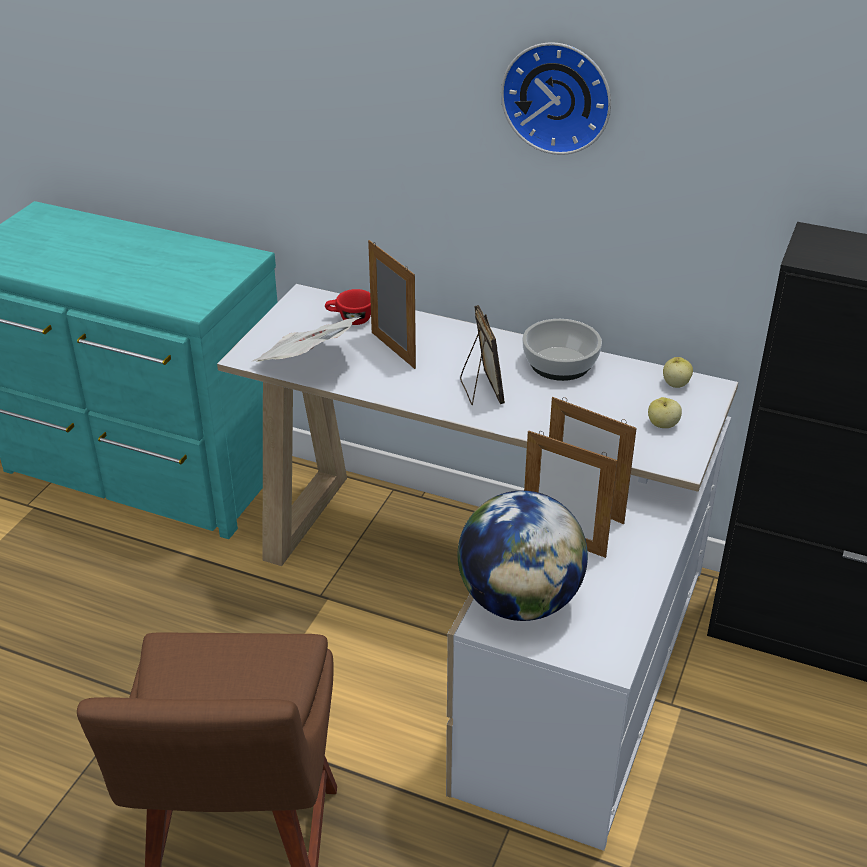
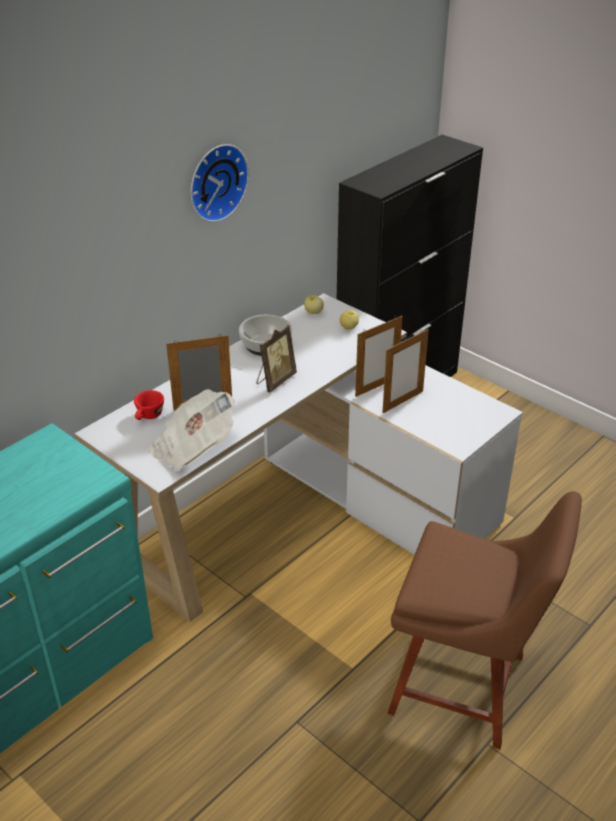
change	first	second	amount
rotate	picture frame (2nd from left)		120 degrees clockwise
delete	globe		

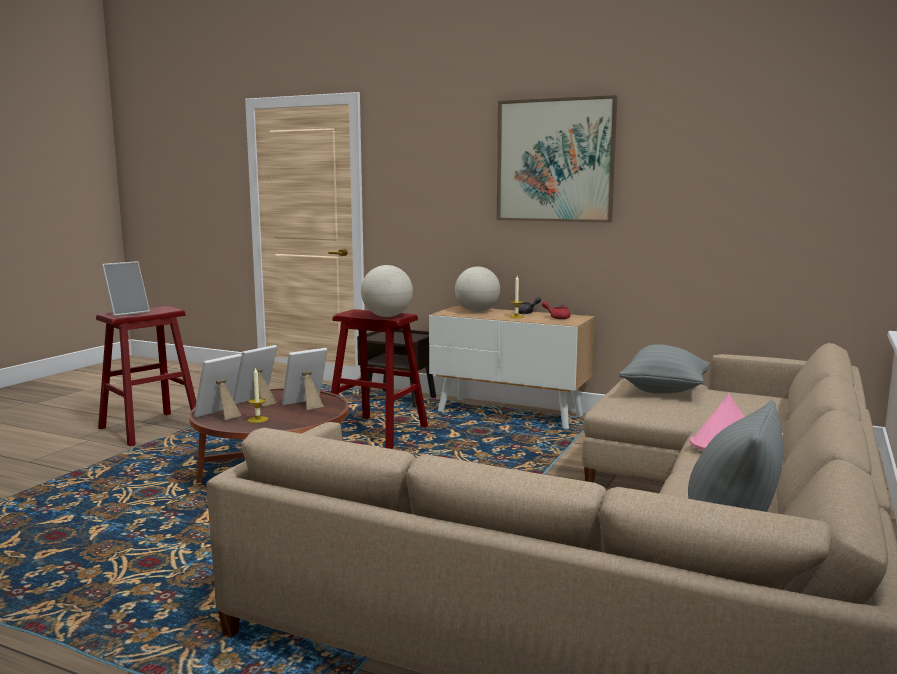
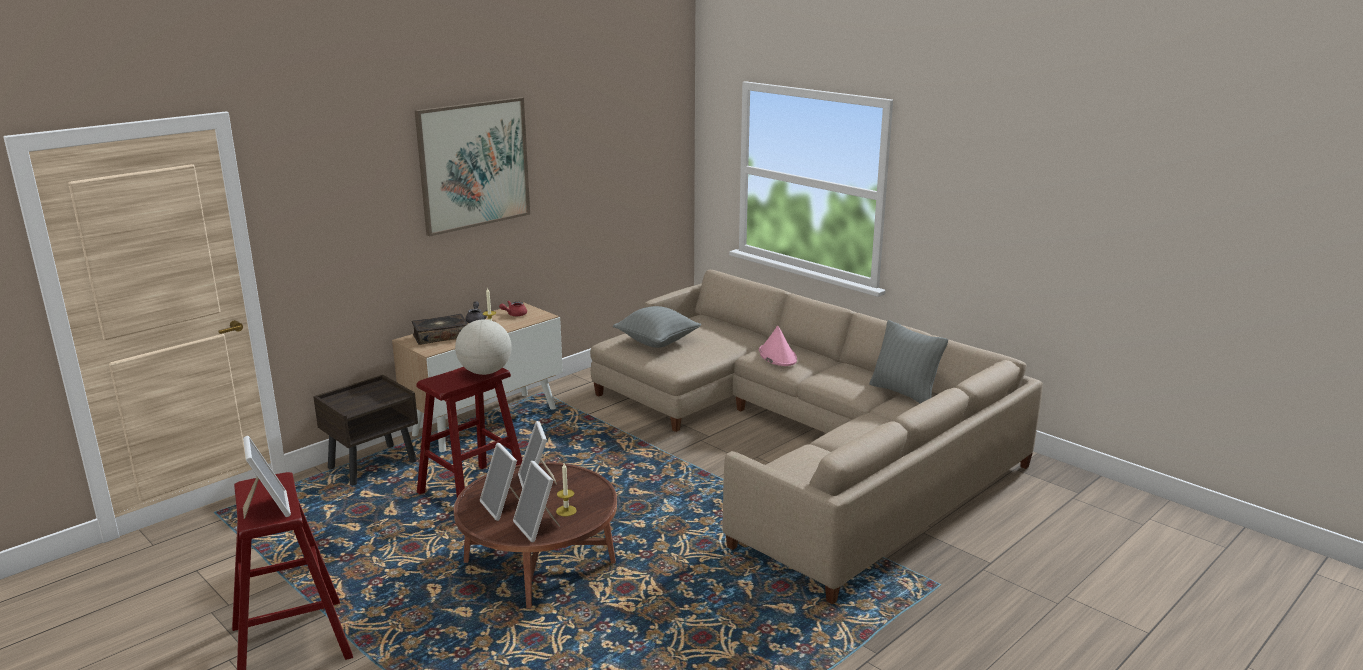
change	first	second	amount
replace	globe (2nd from left)	book	

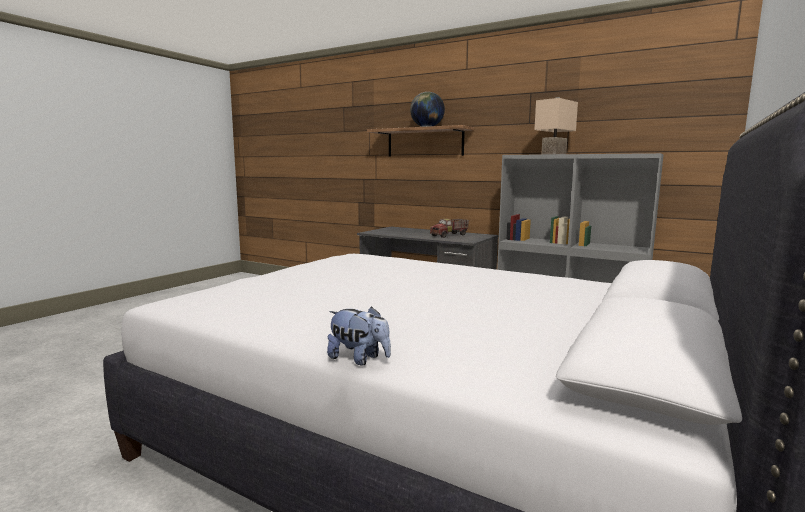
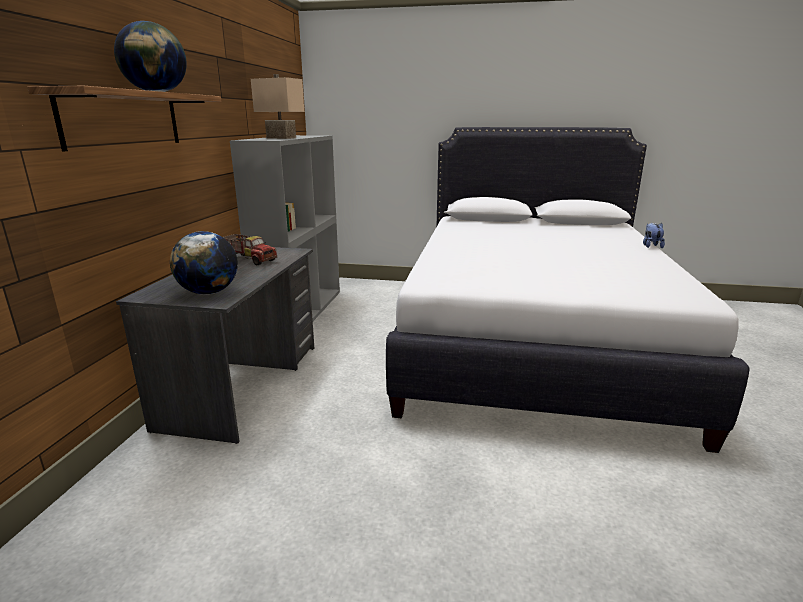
change	first	second	amount
insert		globe (2nd from left)	

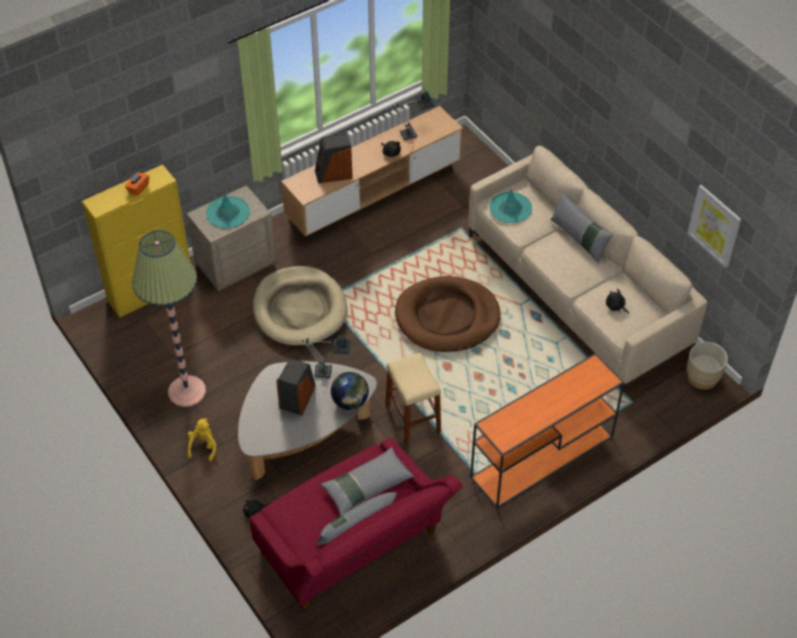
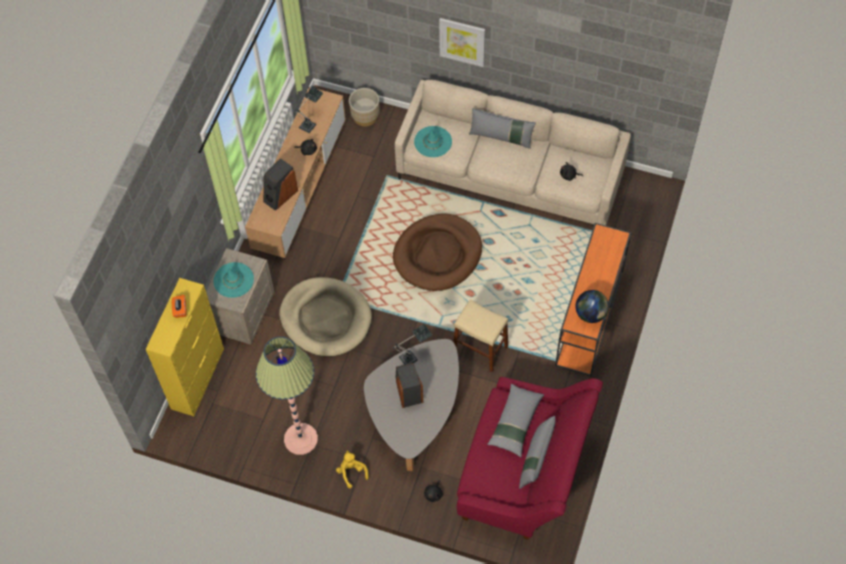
change	first	second	amount
move	picture		
move	beige planter		
move	globe		

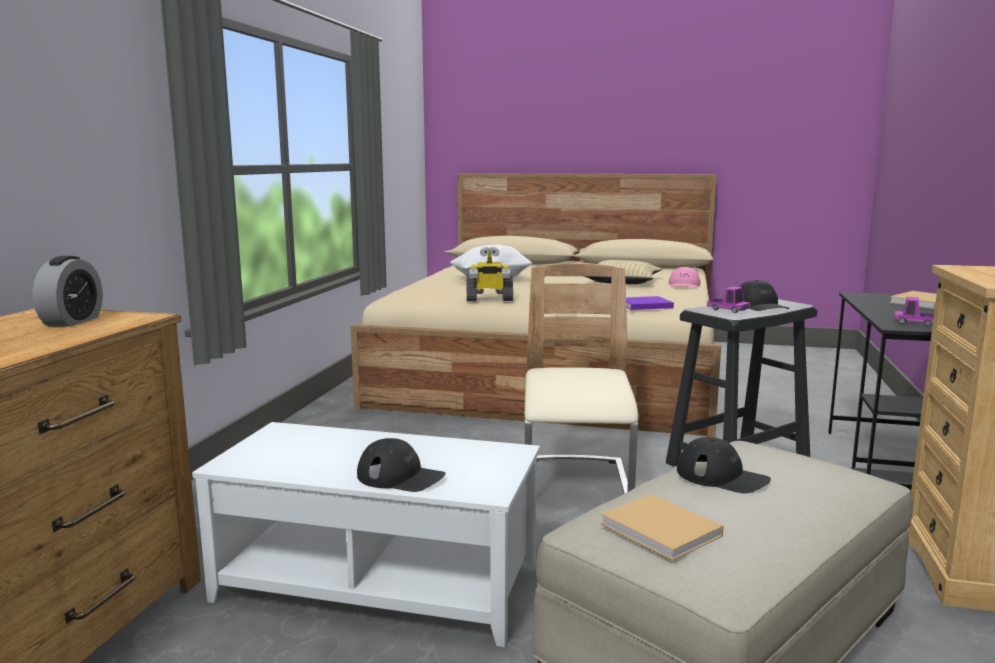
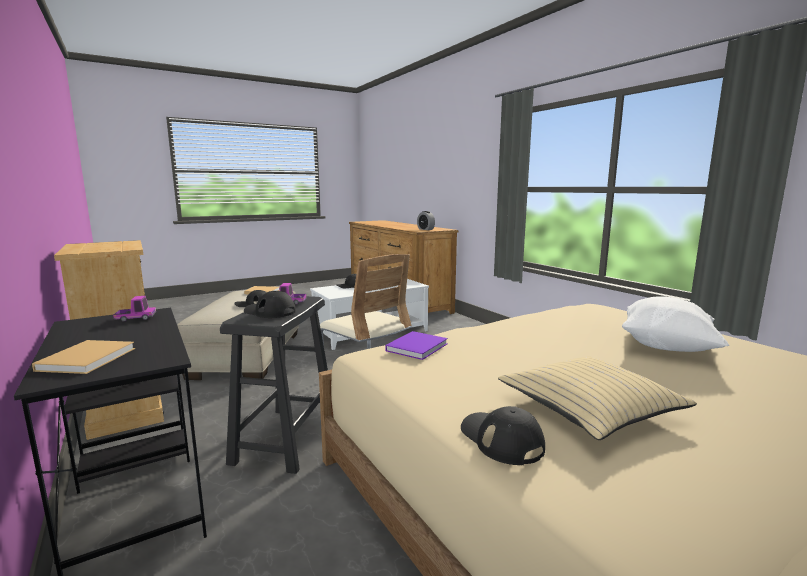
change	first	second	amount
delete	toy robot		
recolor	pink cap	black cap (4th from left)	

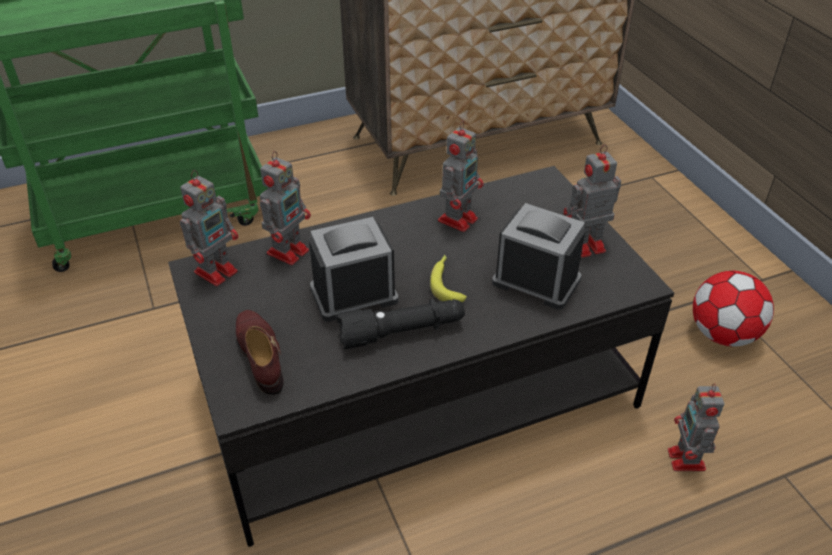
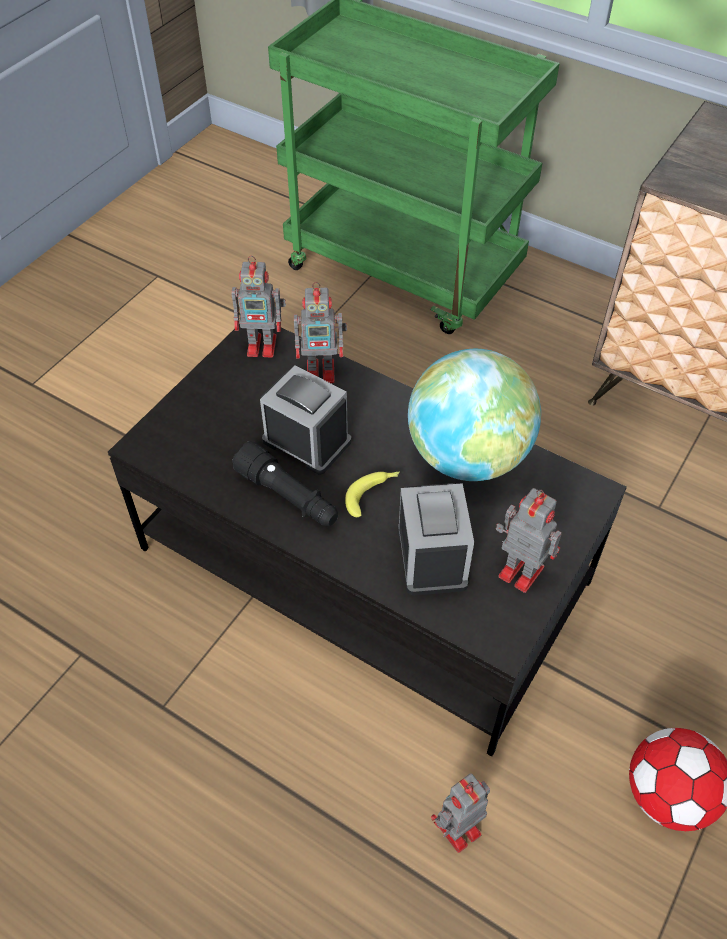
change	first	second	amount
replace	toy robot (3rd from left)	globe	
delete	brown shoe		

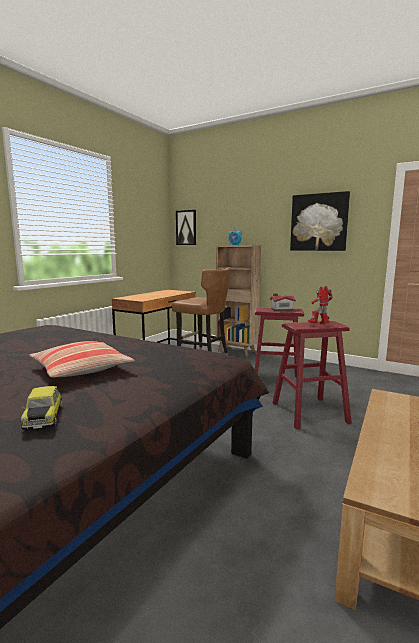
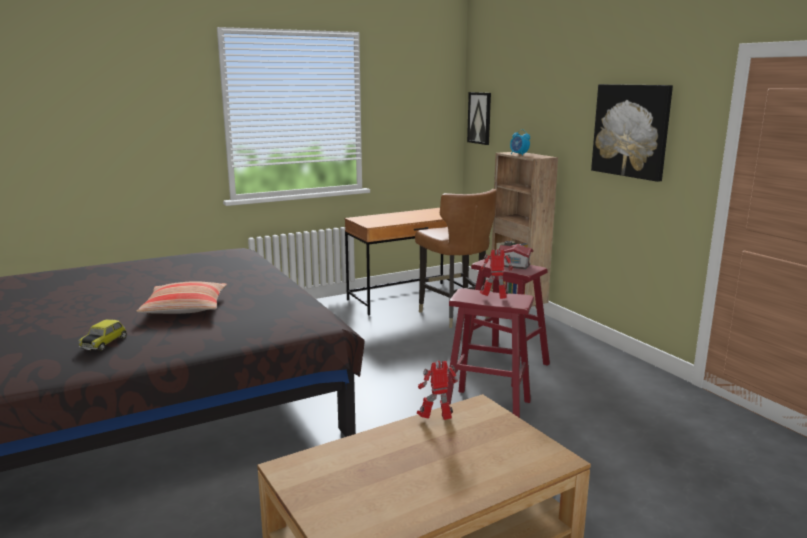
change	first	second	amount
insert		toy robot (1st from left)	

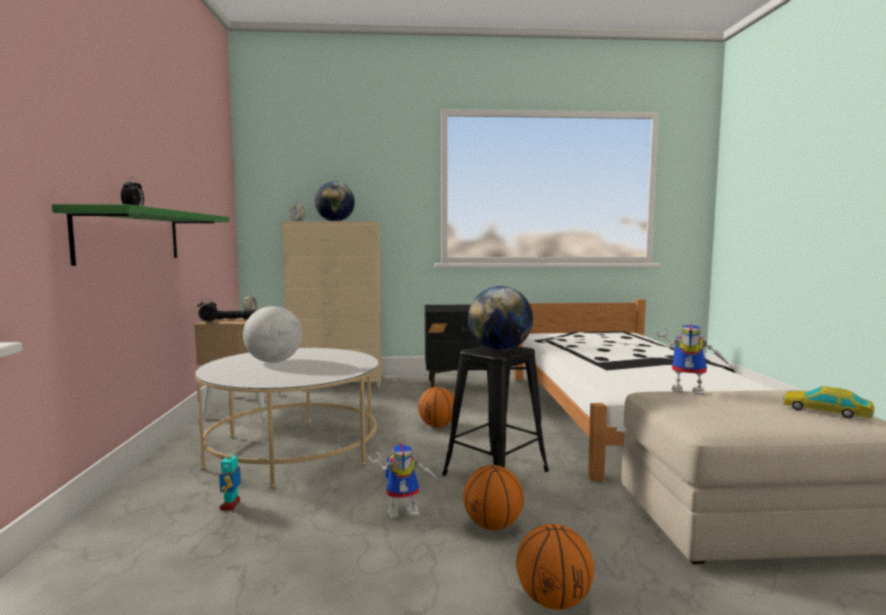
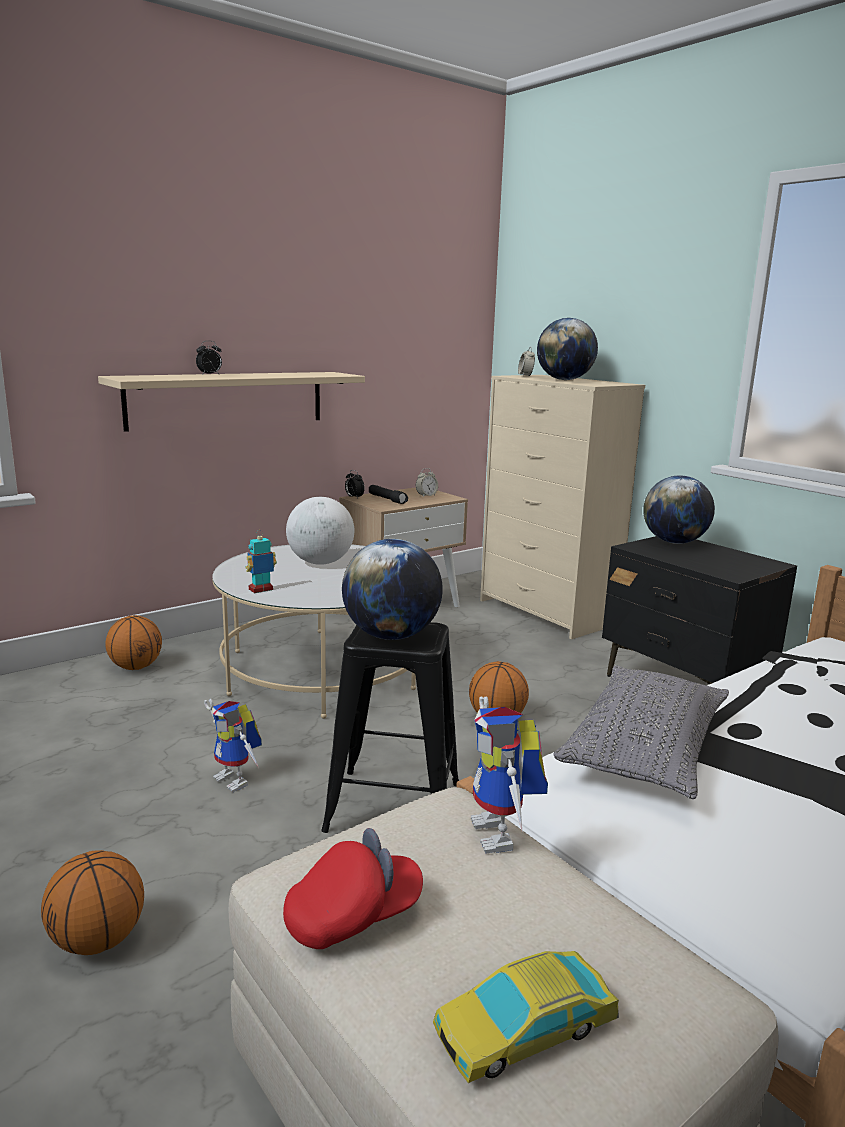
change	first	second	amount
recolor	green shelf	beige shelf	
rotate	toy car		120 degrees counterclockwise
move	toy robot (1st from left in the first image)	toy robot (2nd from left)	
move	basketball (2nd from left)		
insert		globe (4th from left)	
insert		grey pillow	
insert		red cap	

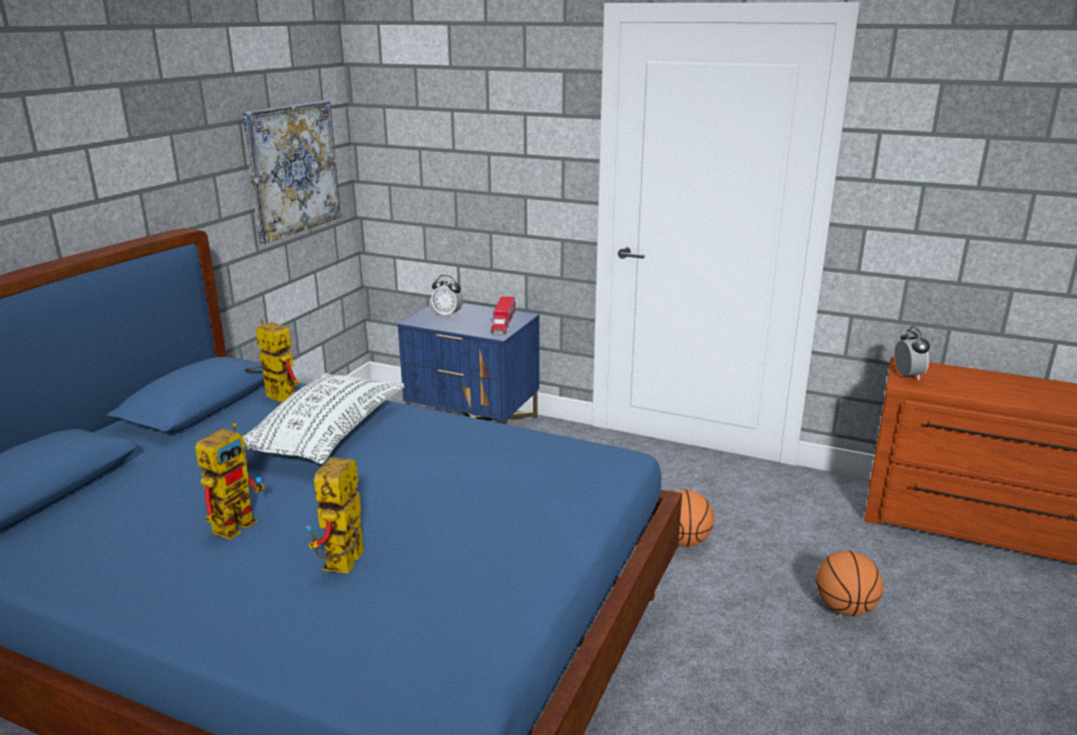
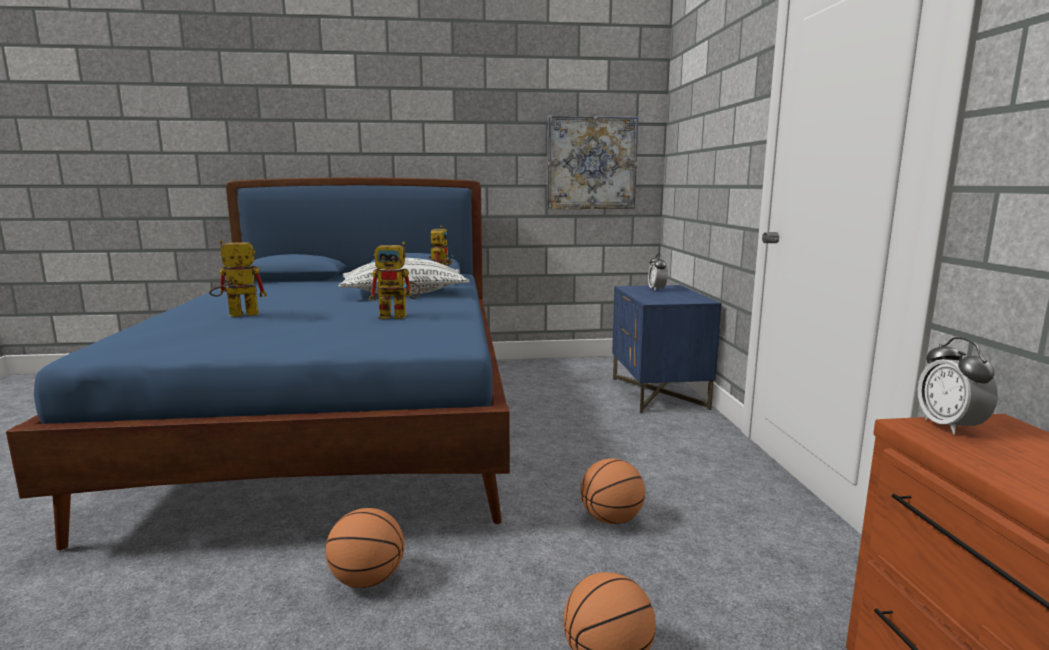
change	first	second	amount
delete	toy truck		
rotate	alarm clock (2nd from left)		120 degrees clockwise
move	toy robot (1st from left in the first image)	toy robot (2nd from left)	
insert		basketball (1st from left)	

